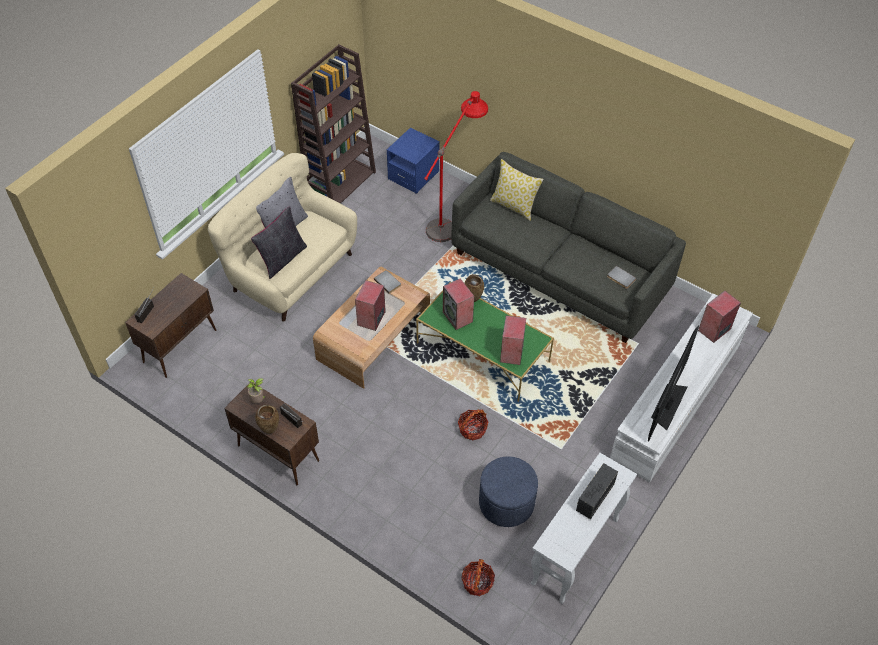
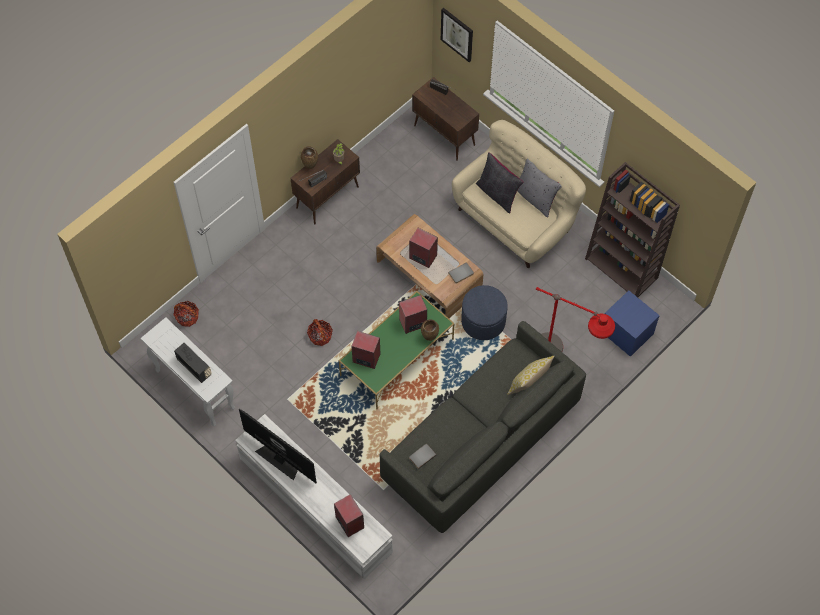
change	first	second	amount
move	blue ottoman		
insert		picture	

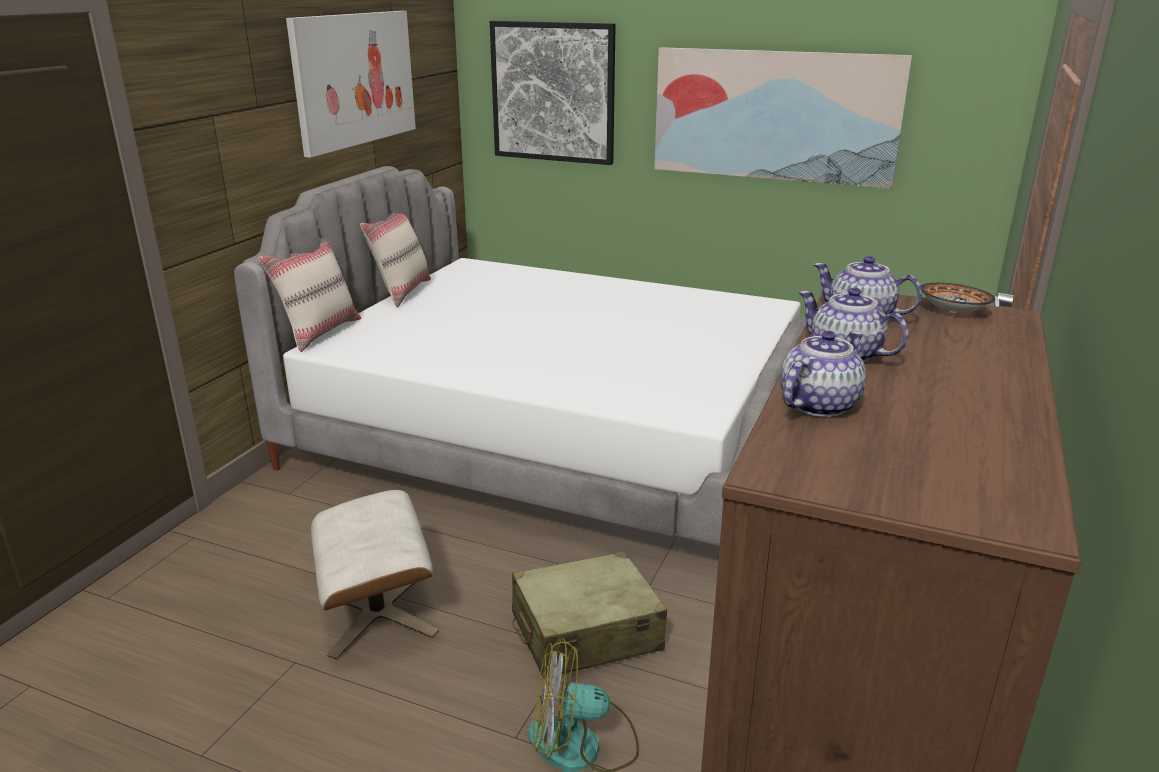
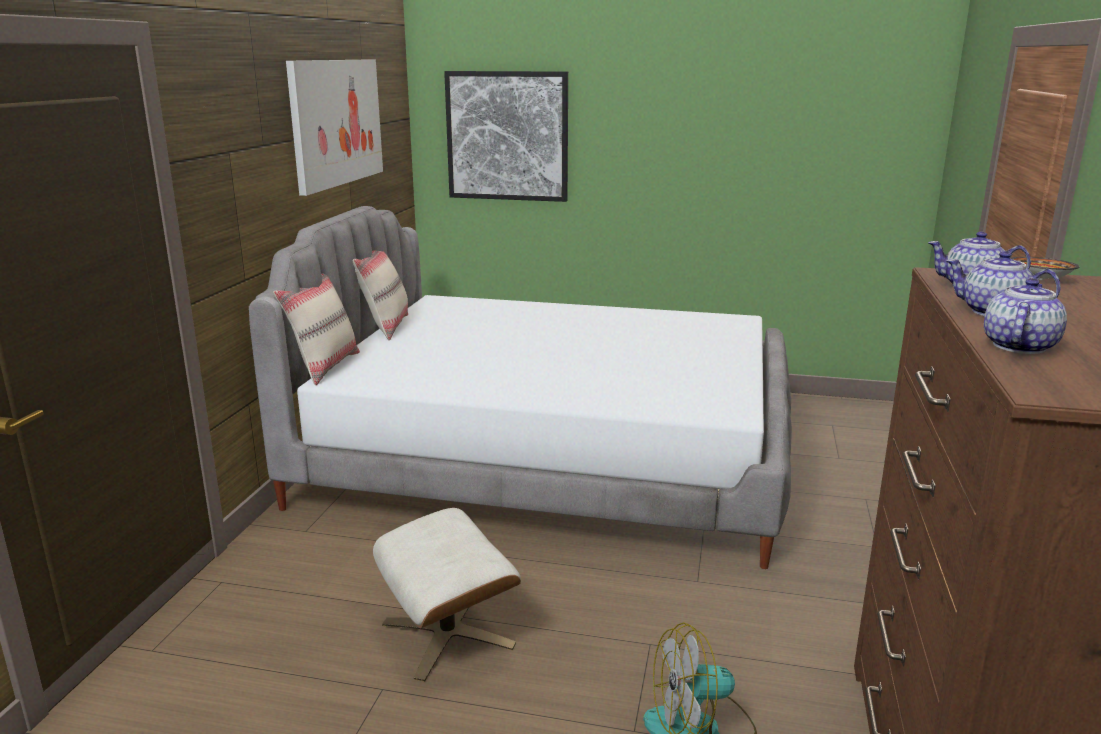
change	first	second	amount
delete	picture (3rd from left)		
delete	beige suitcase		

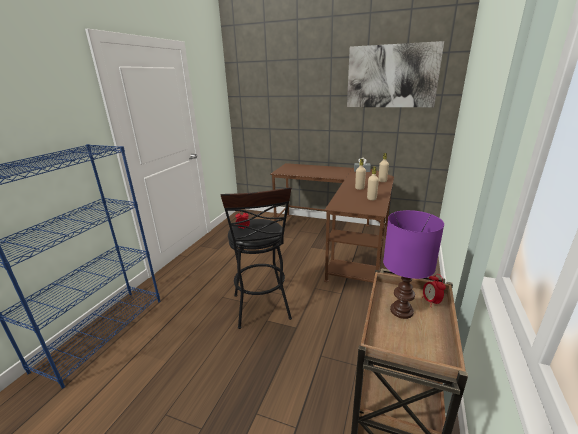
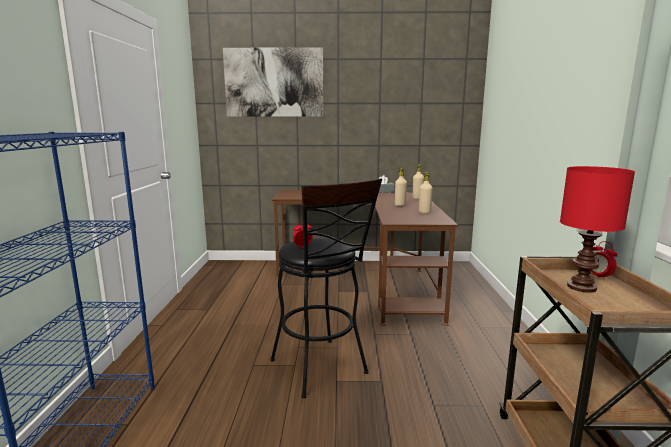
change	first	second	amount
move	picture		
recolor	purple table lamp	red table lamp	

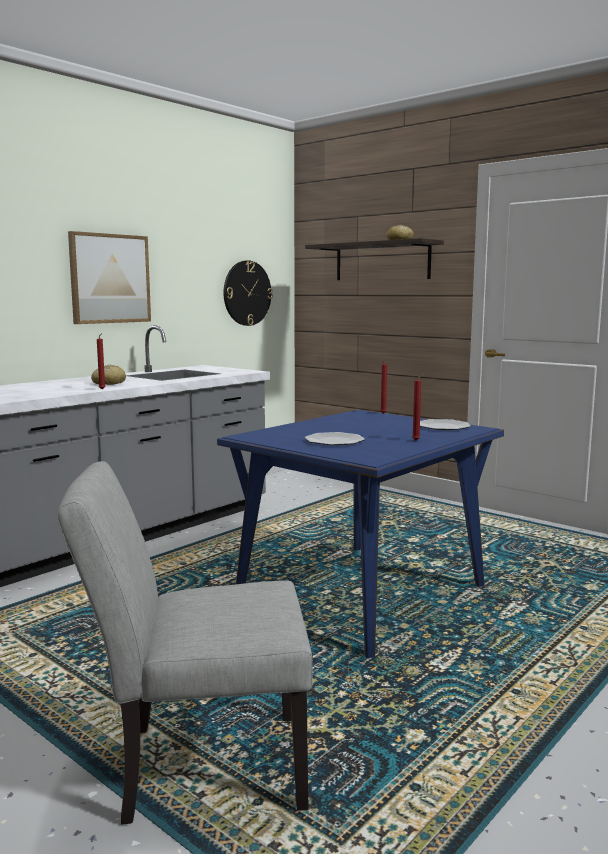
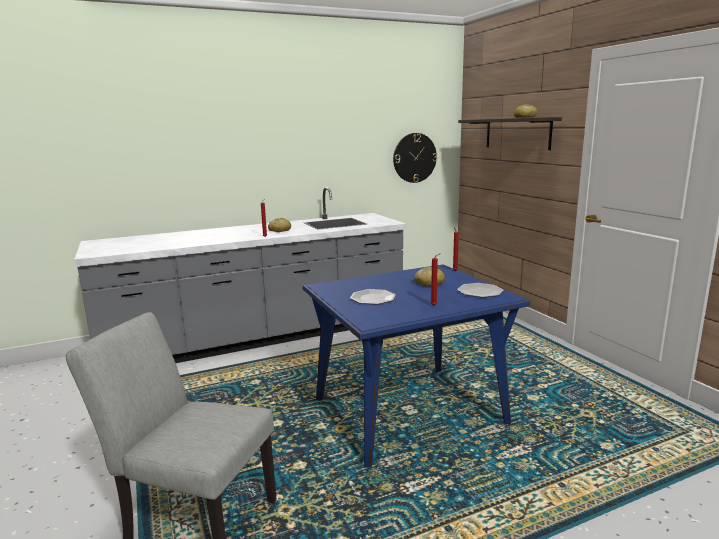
change	first	second	amount
delete	picture		
insert		bread (2nd from left)	

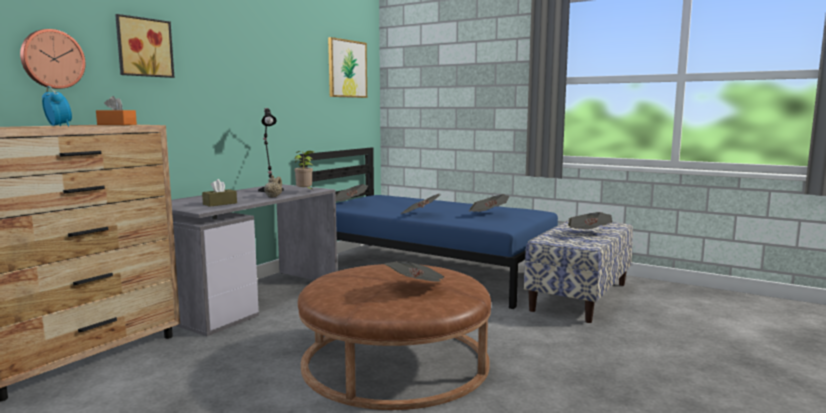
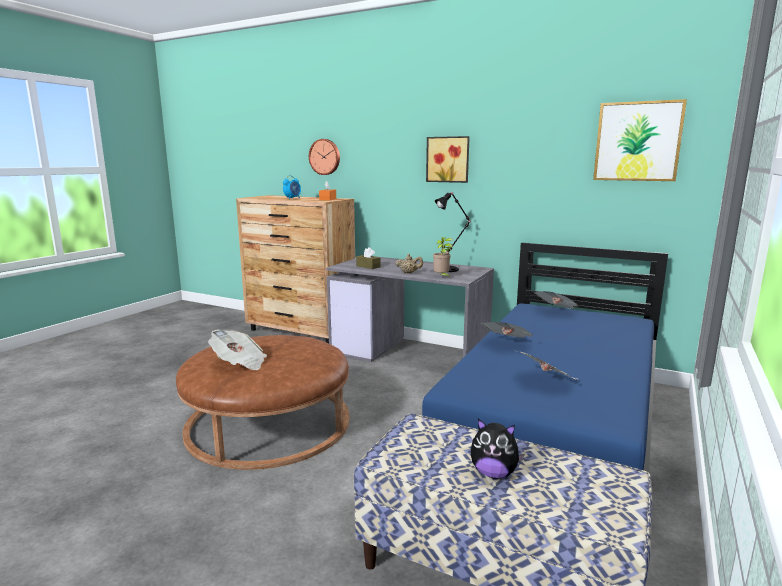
change	first	second	amount
move	picture (1st from left)		
replace	newspaper (5th from left)	plush toy	

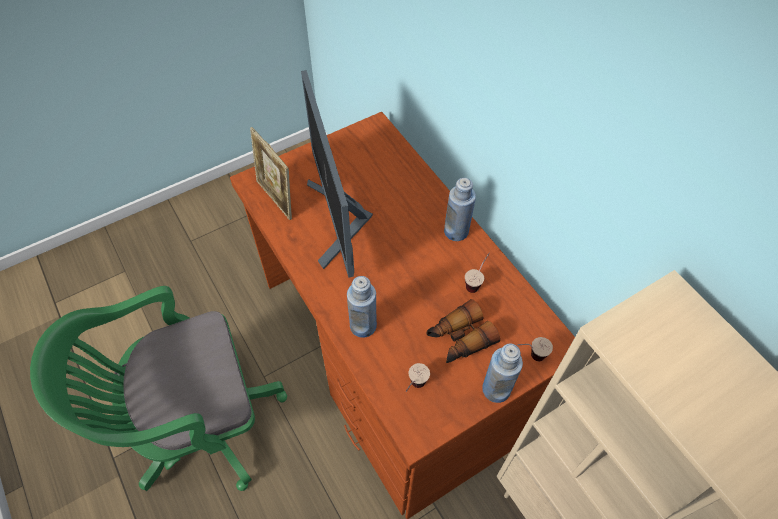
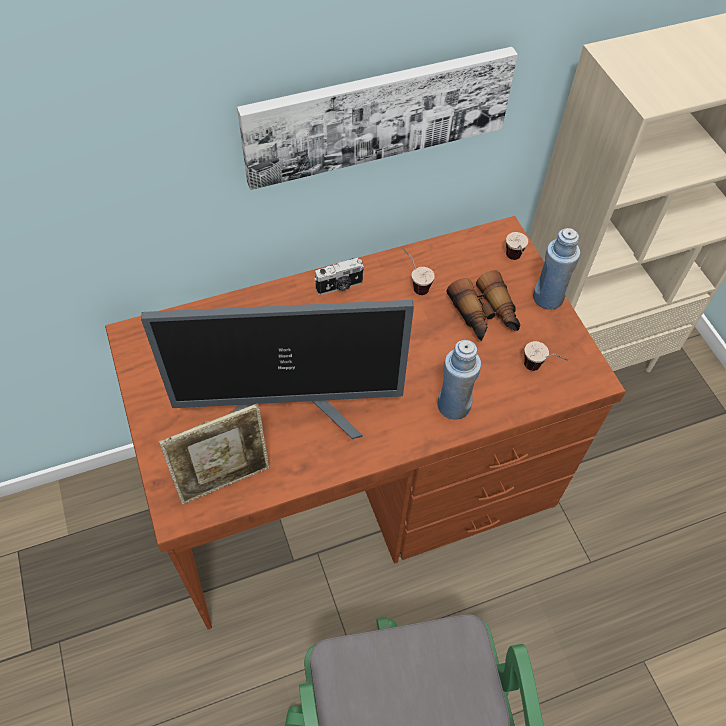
change	first	second	amount
replace	blue bottle (2nd from left)	photo camera	
insert		picture	

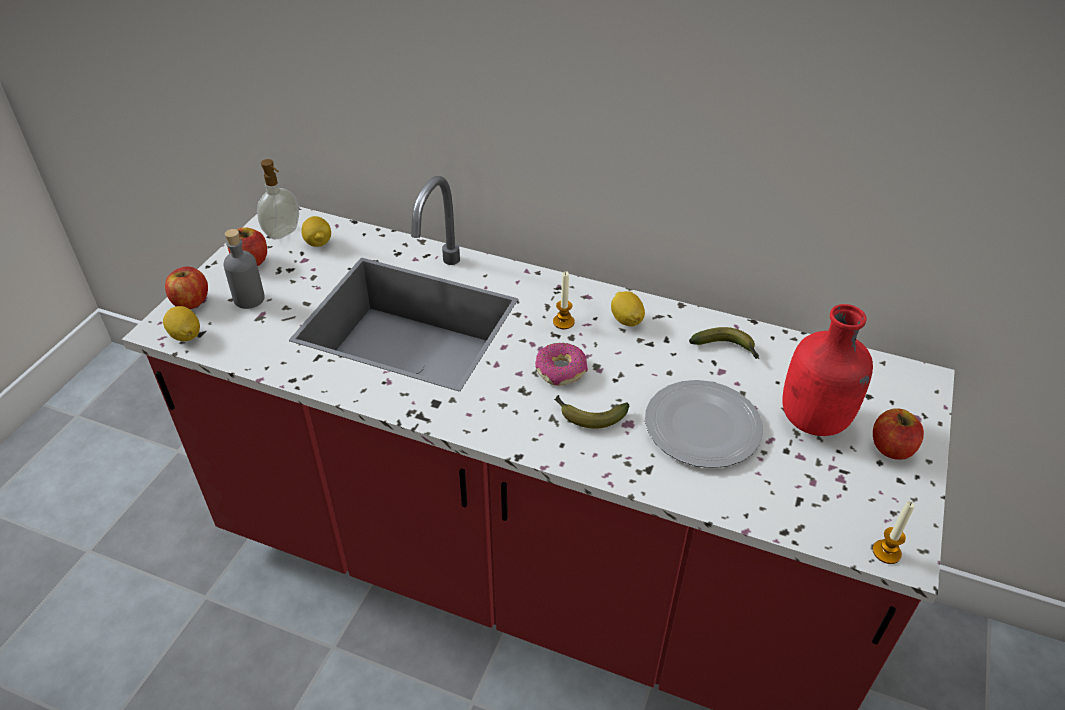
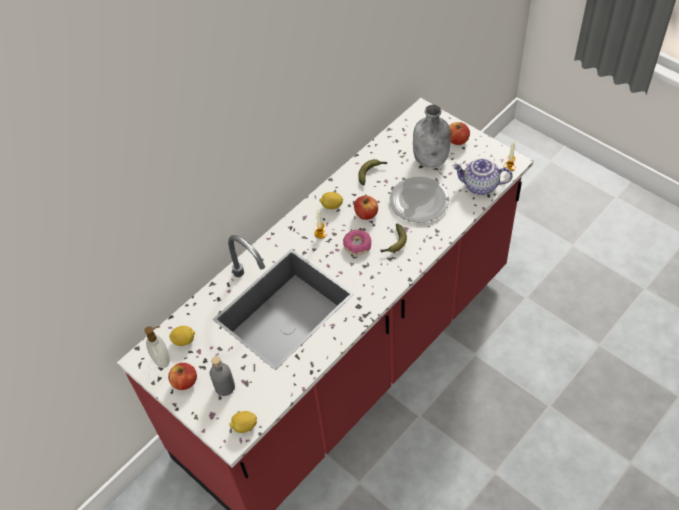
change	first	second	amount
move	apple (1st from left in the first image)	apple (2nd from left)	
recolor	red bottle	grey bottle (2nd from left)	
insert		teapot	

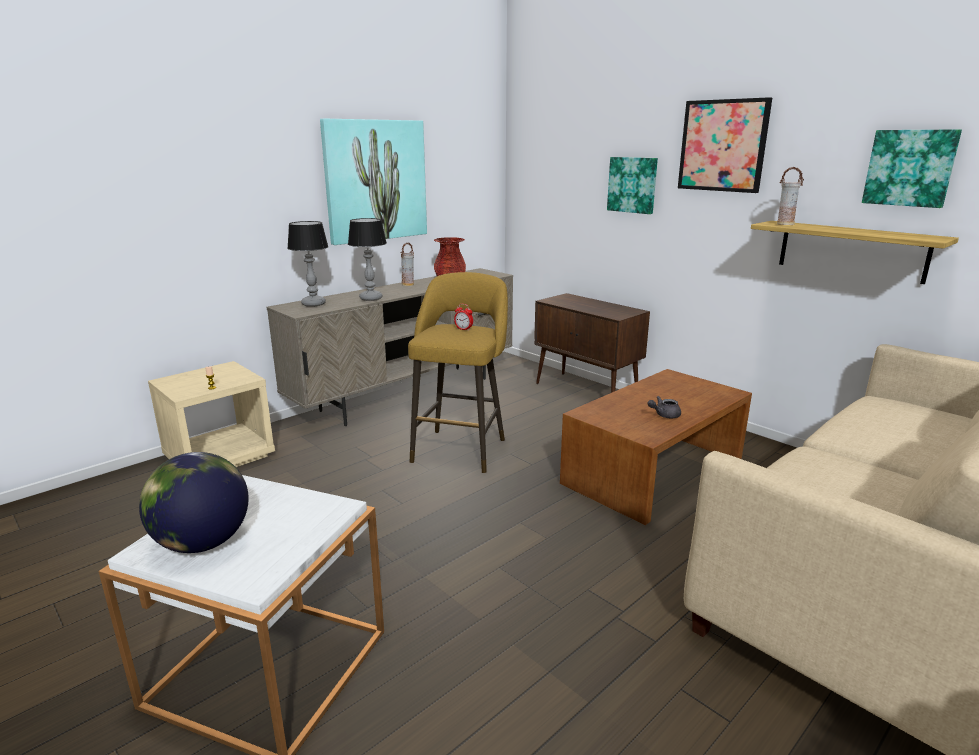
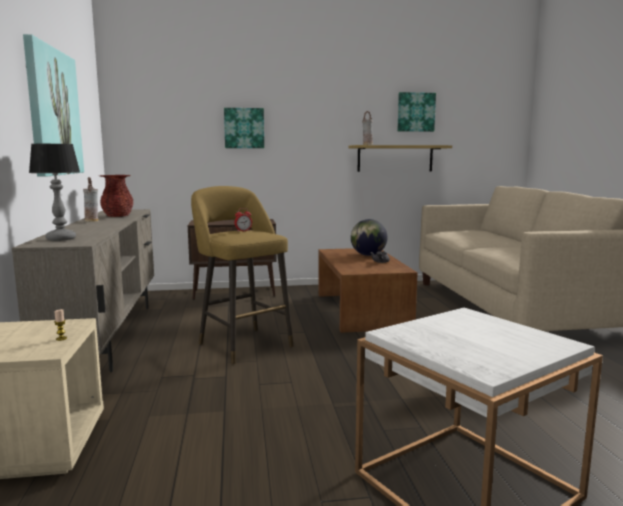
change	first	second	amount
delete	picture (3rd from left)		
delete	table lamp (2nd from left)		
move	globe		

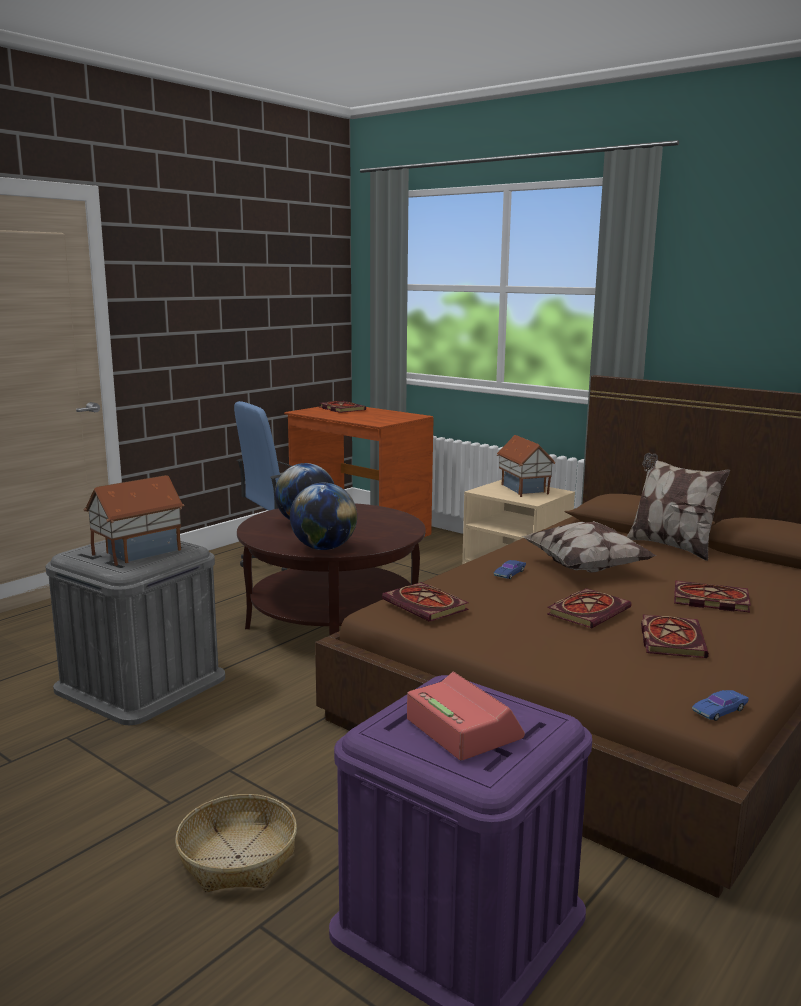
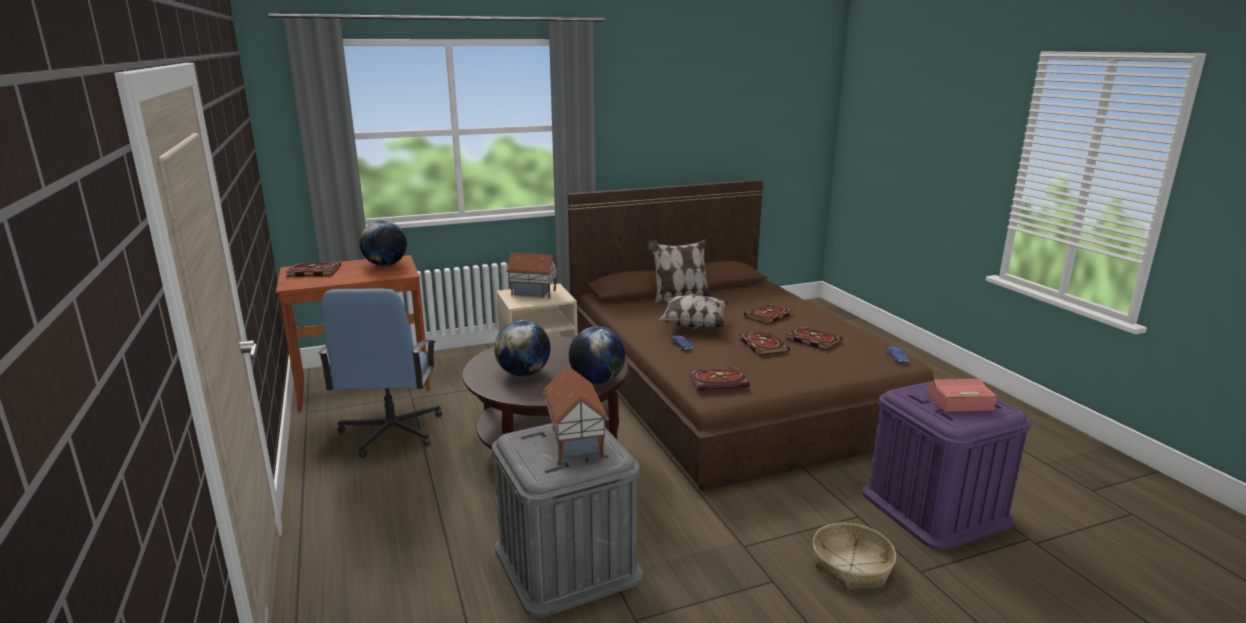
change	first	second	amount
insert		globe (1st from left)	

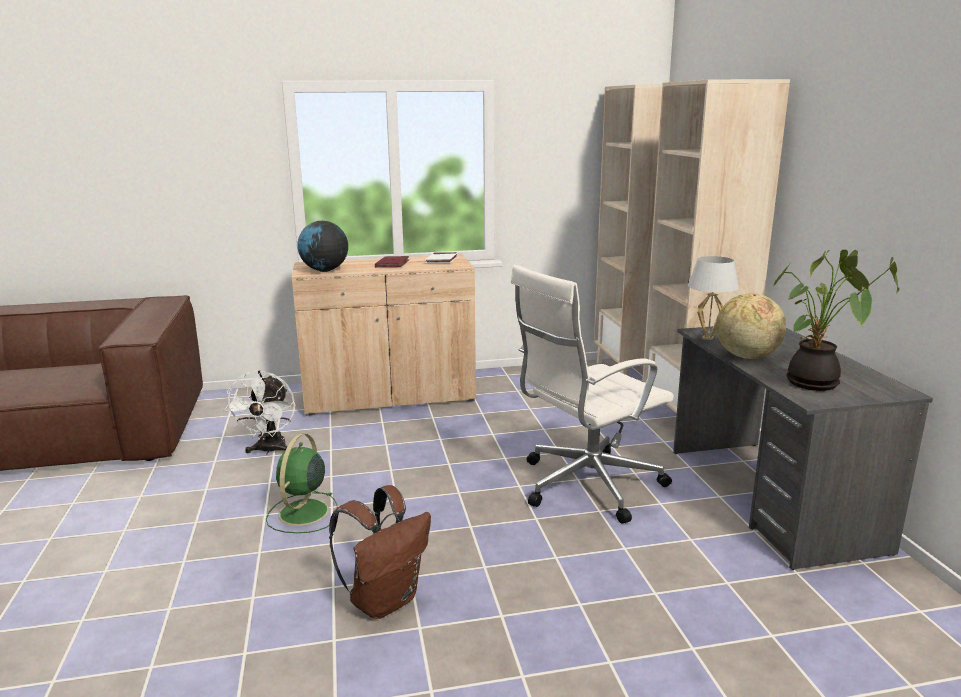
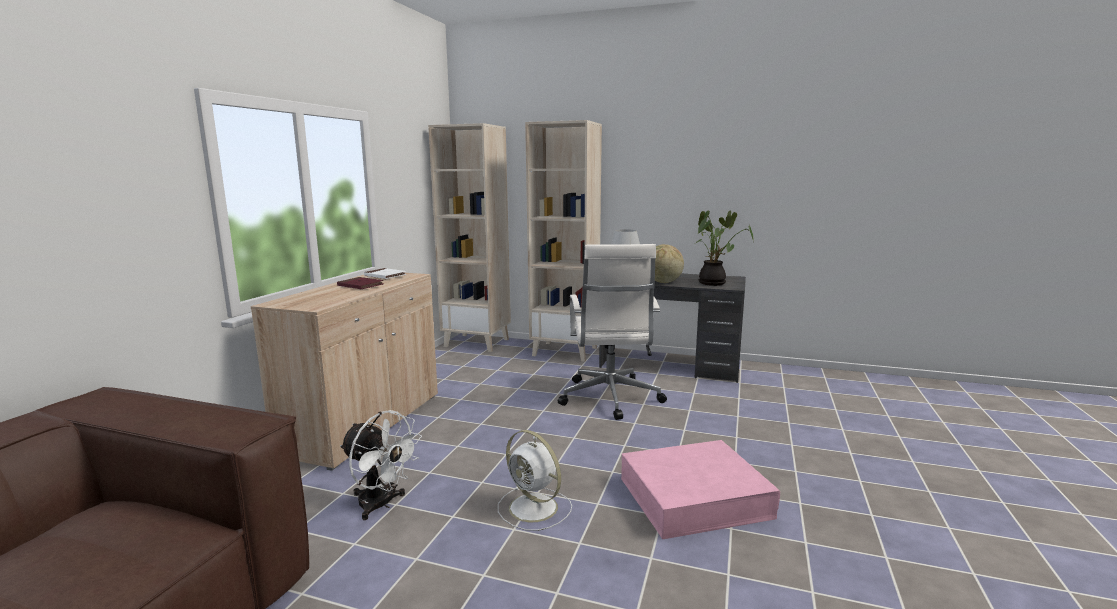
change	first	second	amount
delete	globe (1st from left)		
recolor	green fan	white fan (2nd from left)	
replace	brown backpack	pink storage box	

